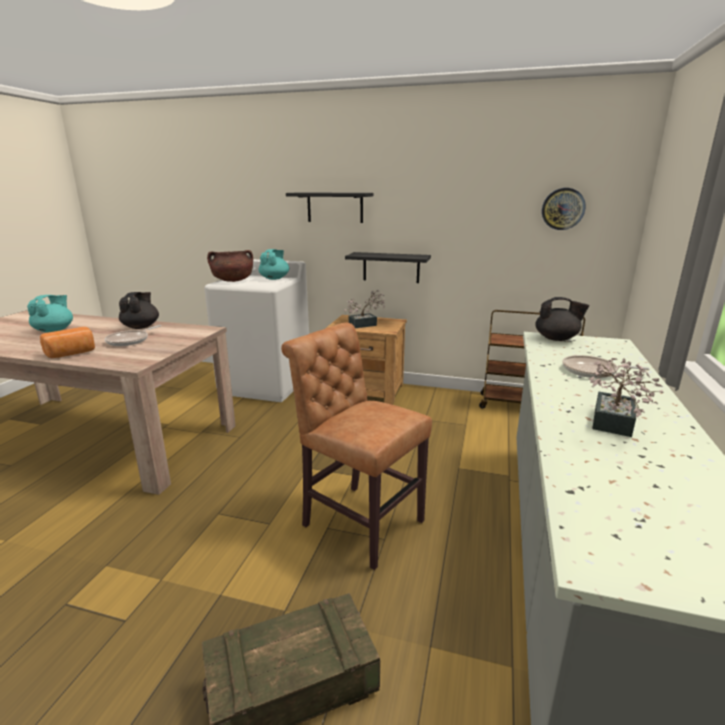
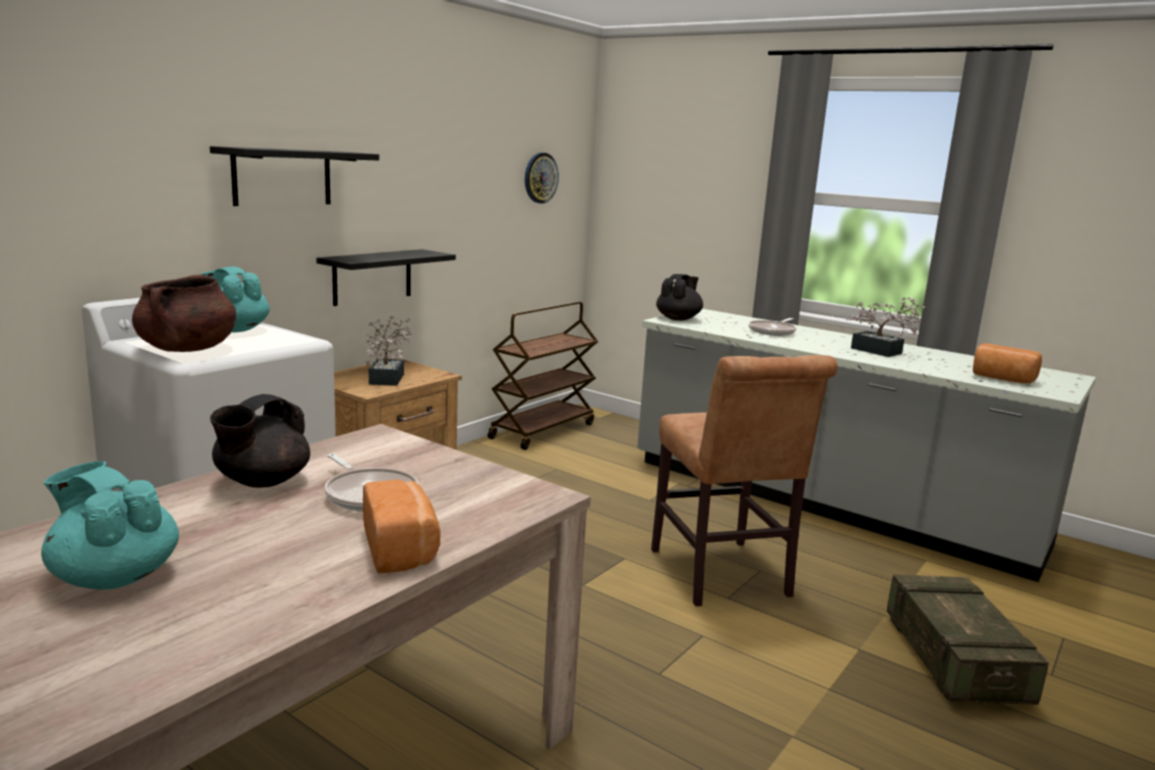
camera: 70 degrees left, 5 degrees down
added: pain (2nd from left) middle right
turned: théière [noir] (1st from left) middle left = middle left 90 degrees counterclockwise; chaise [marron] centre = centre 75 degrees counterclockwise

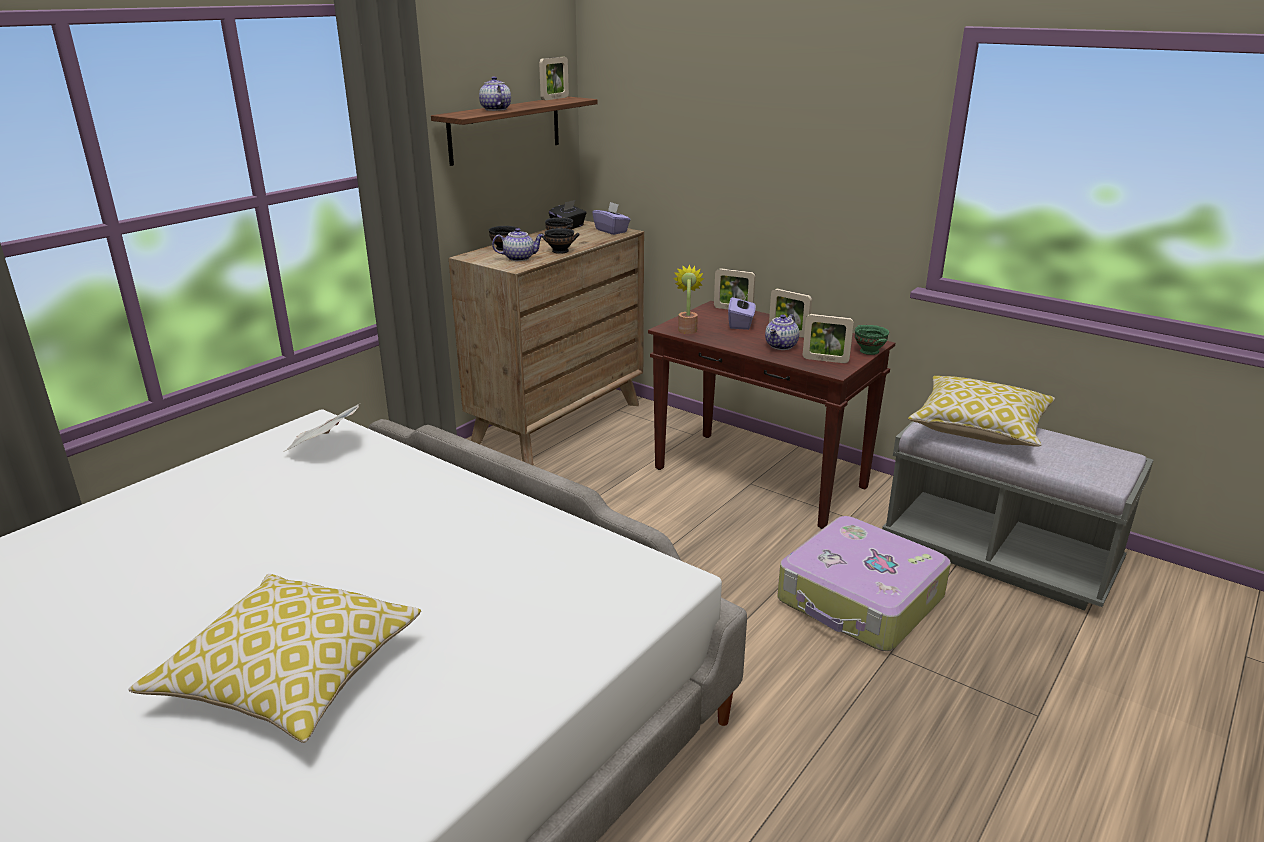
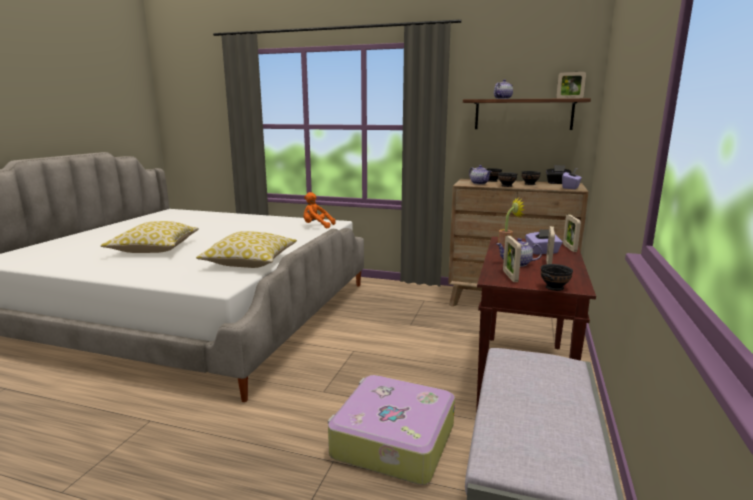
camera: 70 degrees right, 10 degrees down
moved: coussin (2nd from left) middle right to middle left
replaced: journal middle left to peluche [orange] centre
recoloured: bol [vert] middle right to bol [noir] (4th from left) middle right

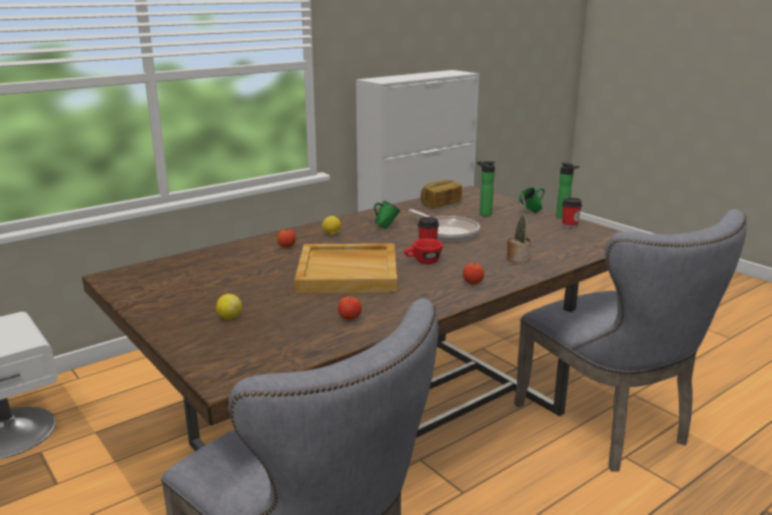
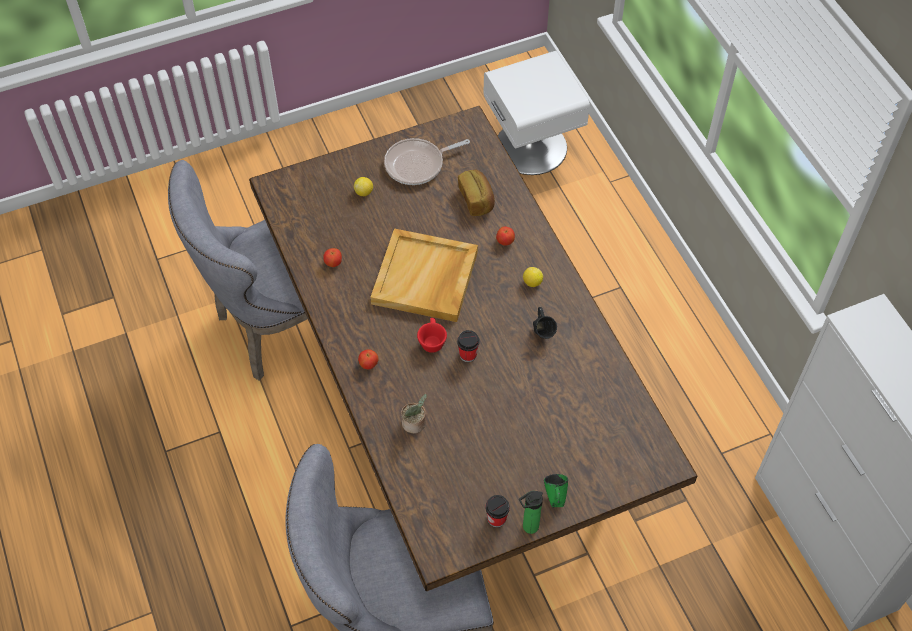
camera: 105 degrees right, 35 degrees up
removed: bouteille (1st from left) centre
moved: pain centre to top centre; poêle centre to top centre
recoloured: mug [vert] (1st from left) centre to mug [noir] centre

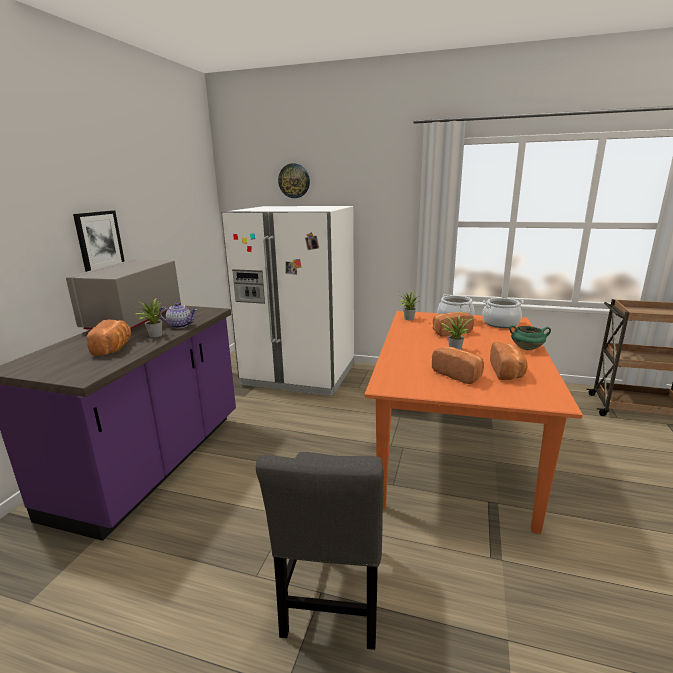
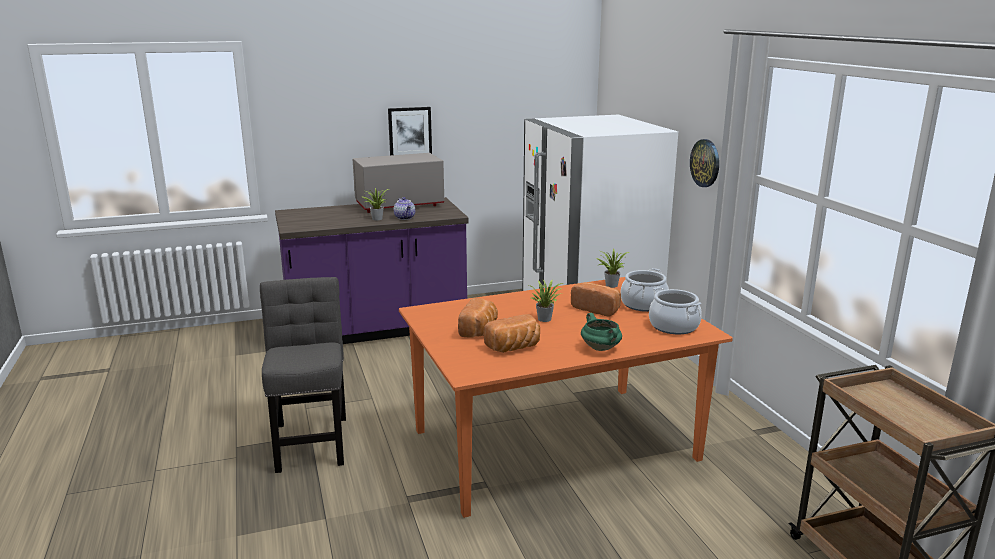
camera: 55 degrees right, 0 degrees up
removed: pain (1st from left) middle left
moved: horloge murale top centre to top right
turned: chaise [gris] bottom centre = bottom left 105 degrees clockwise

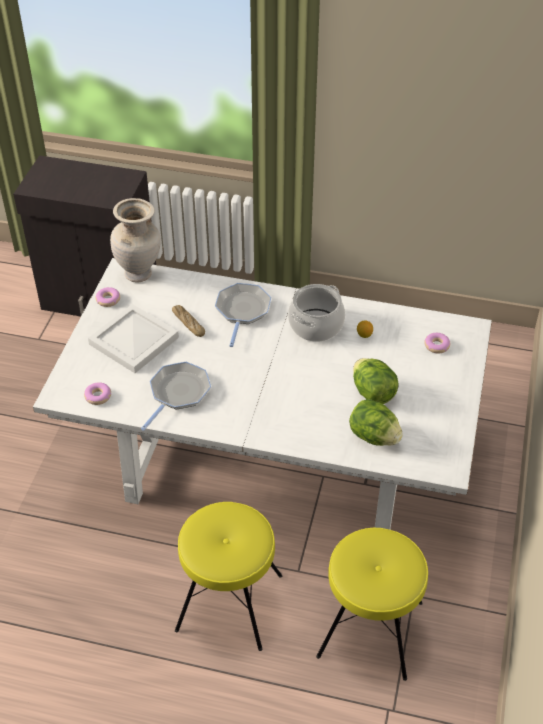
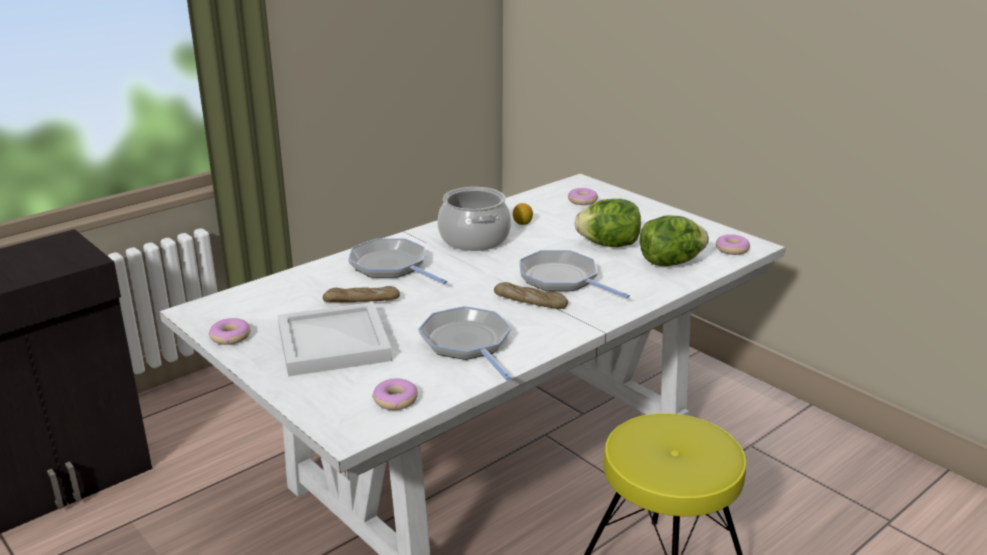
camera: 55 degrees left, 20 degrees down
removed: vase [beige] top left; tabouret [jaune] (2nd from left) bottom right
added: beignet (4th from left) middle right; poêle (3rd from left) centre; pain (2nd from left) centre

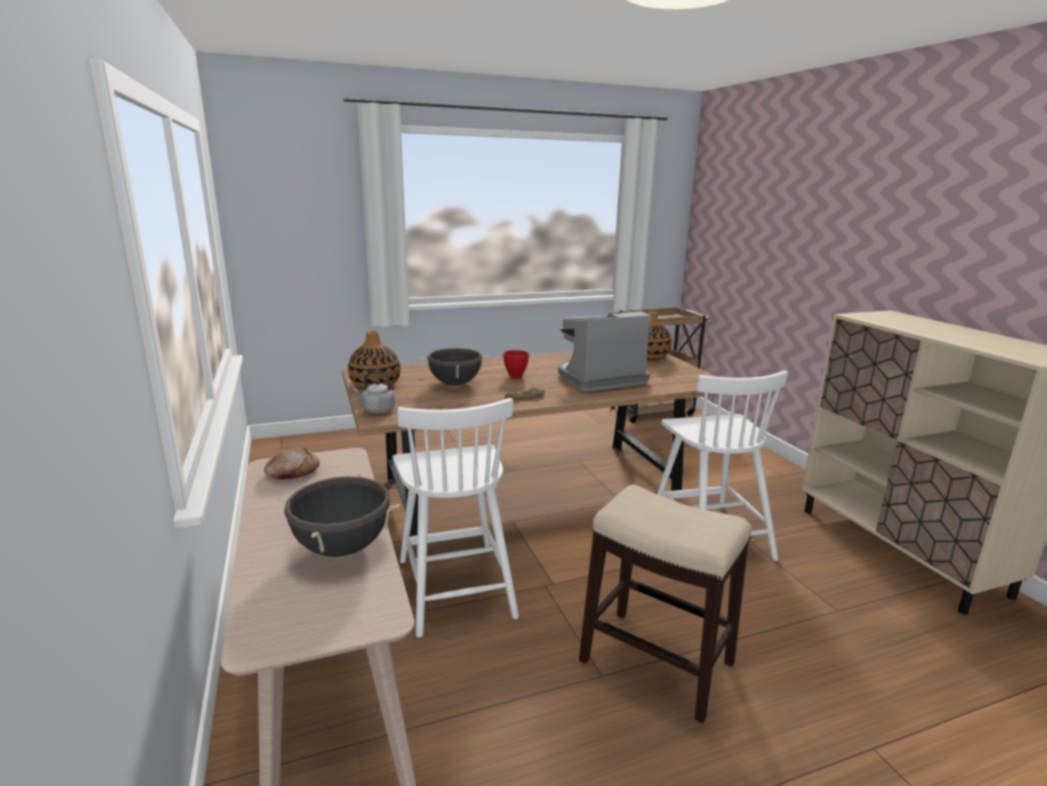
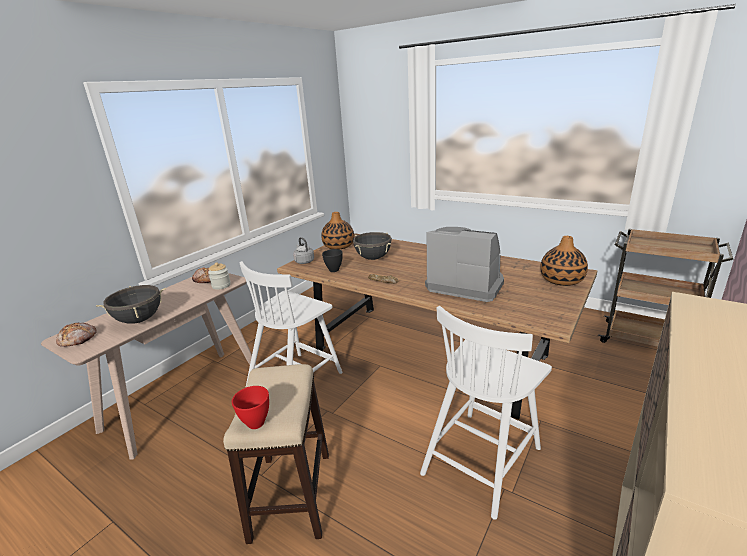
camera: 55 degrees right, 5 degrees up
added: bol [noir] centre; bocal middle left; pain (1st from left) middle left
moved: bol [rouge] centre to bottom centre

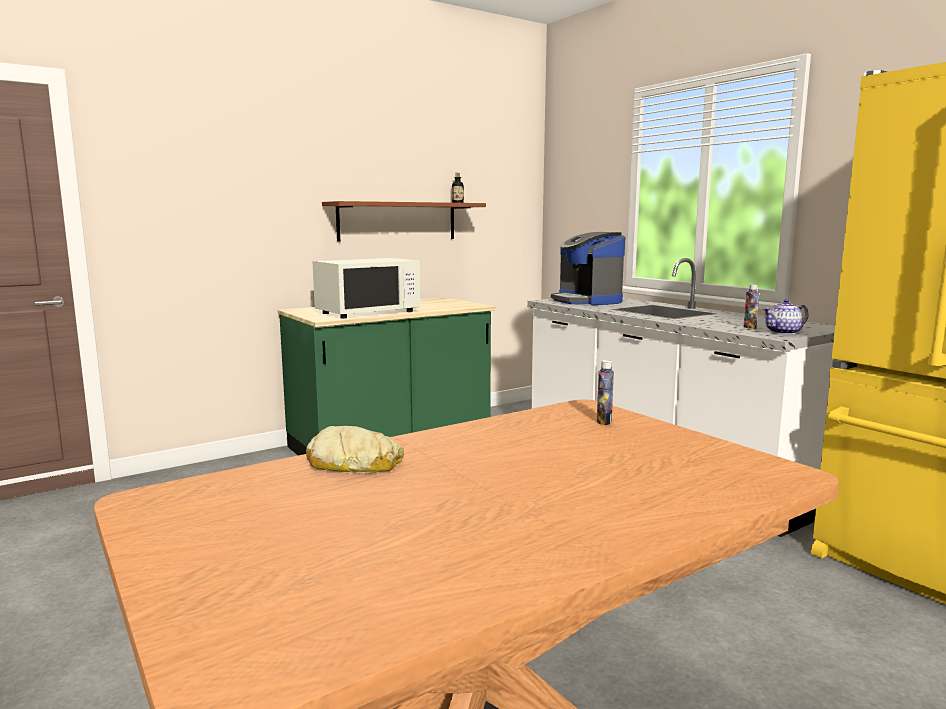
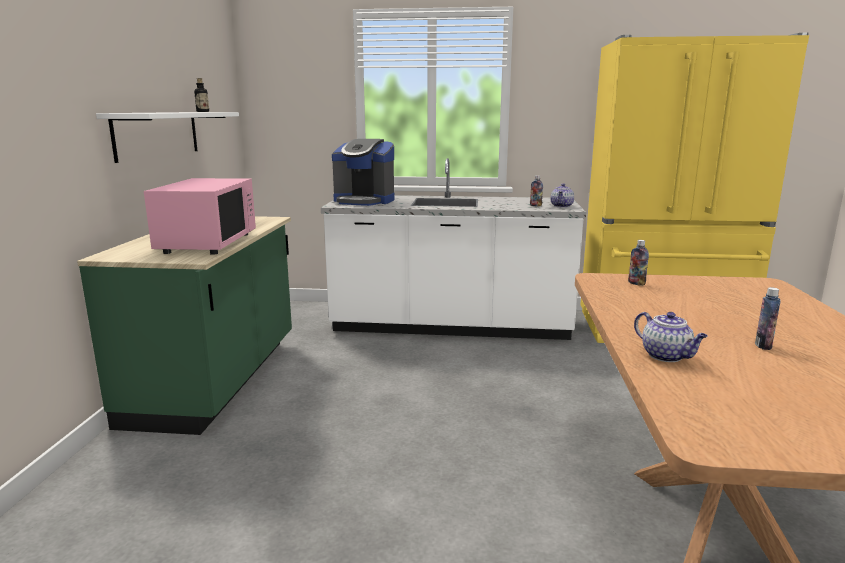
camera: 50 degrees left, 5 degrees up
added: bouteille (4th from left) middle right
replaced: pain centre to théière (2nd from left) middle right
recoloured: étagère [marron] top centre to étagère [blanc] top left; micro-ondes [blanc] centre to micro-ondes [rose] middle left

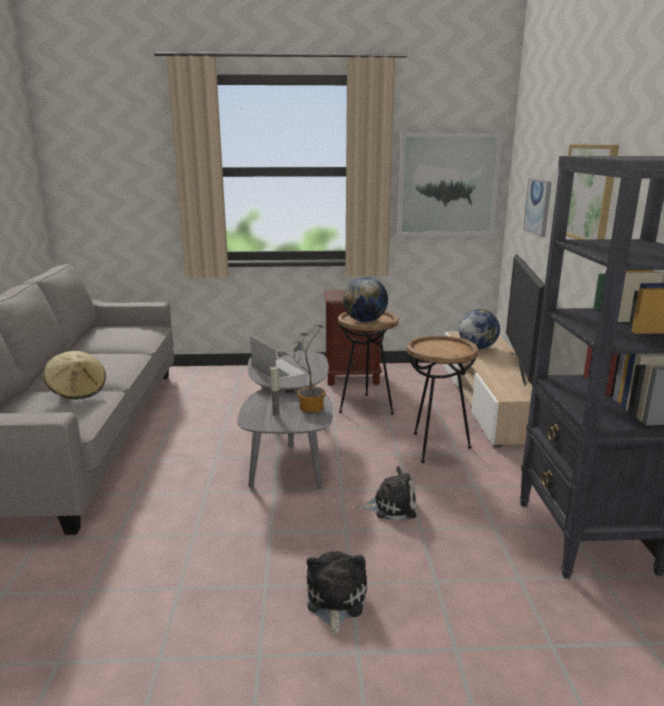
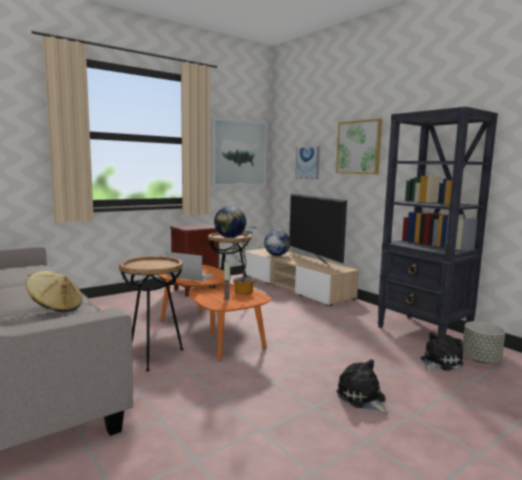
camera: 35 degrees left, 10 degrees down
added: cache-pot [gris] bottom right
moved: table d'appoint [marron] (2nd from left in the first image) centre to table d'appoint [marron] (1st from left) middle left; peluche (2nd from left) bottom centre to bottom right
recoloured: table basse [gris] centre to table basse [orange] centre

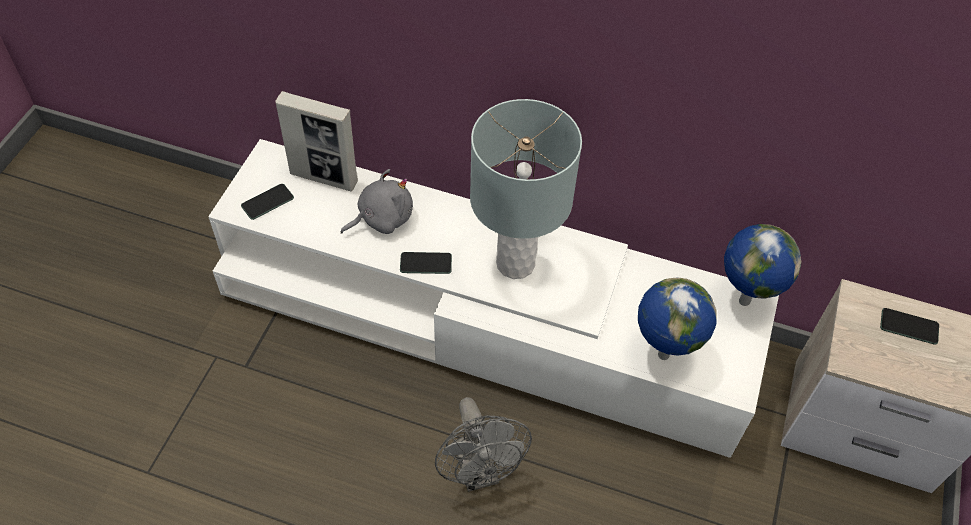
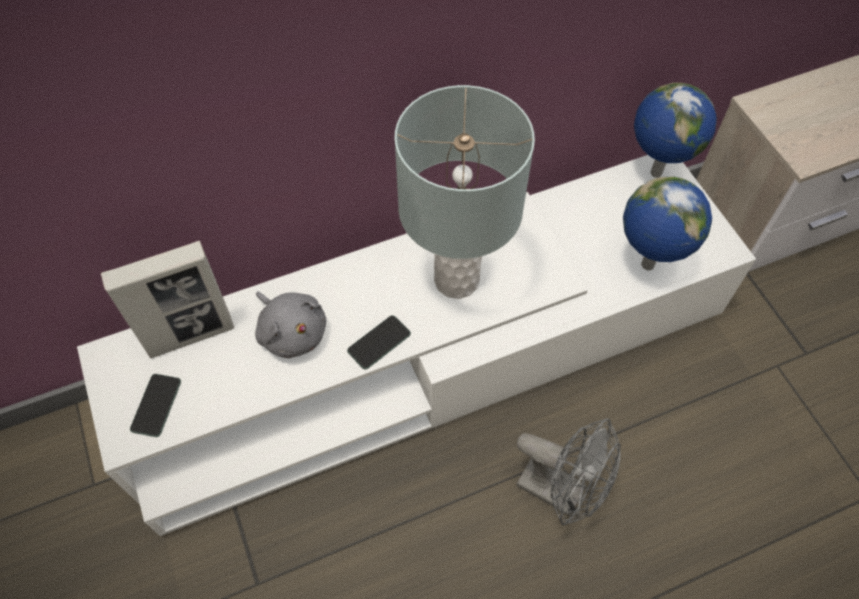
camera: 40 degrees left, 5 degrees up
removed: téléphone (3rd from left) middle right
turned: peluche [gris] centre = centre 120 degrees clockwise

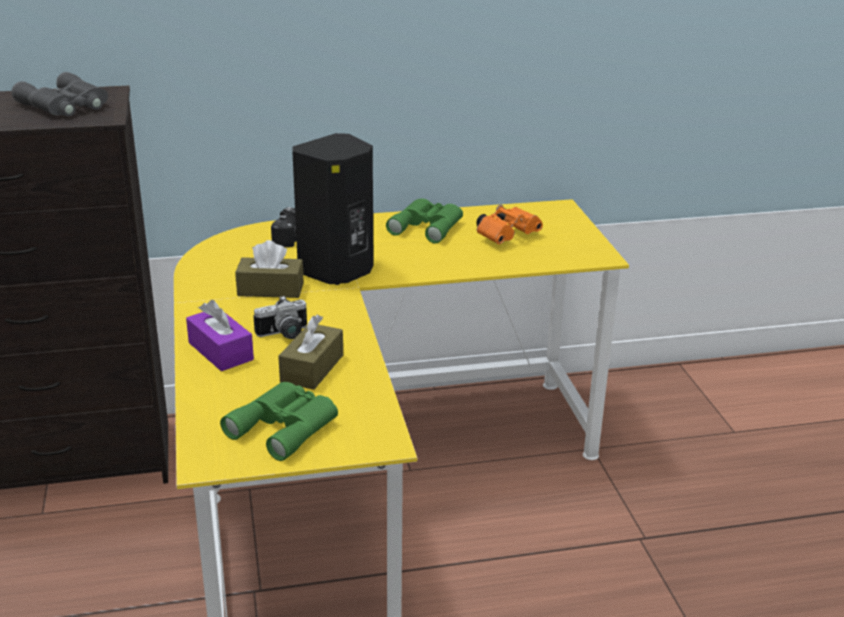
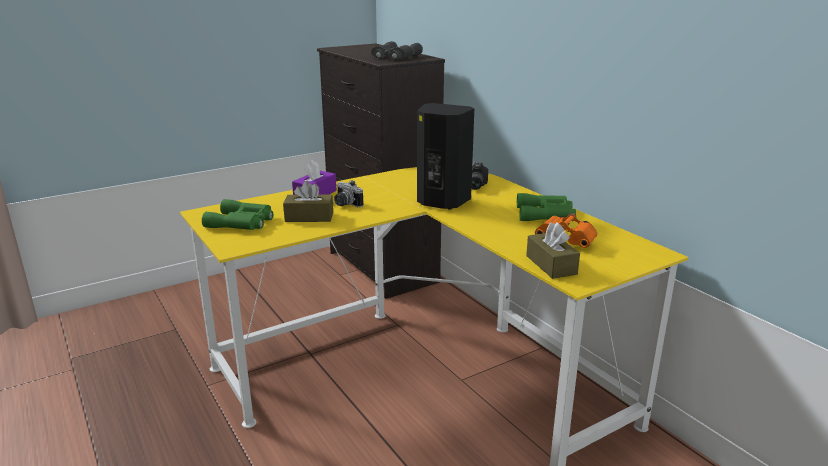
camera: 70 degrees right, 5 degrees down
moved: boîte à mouchoirs [marron] (1st from left in the first image) middle left to boîte à mouchoirs [marron] (2nd from left) middle right

